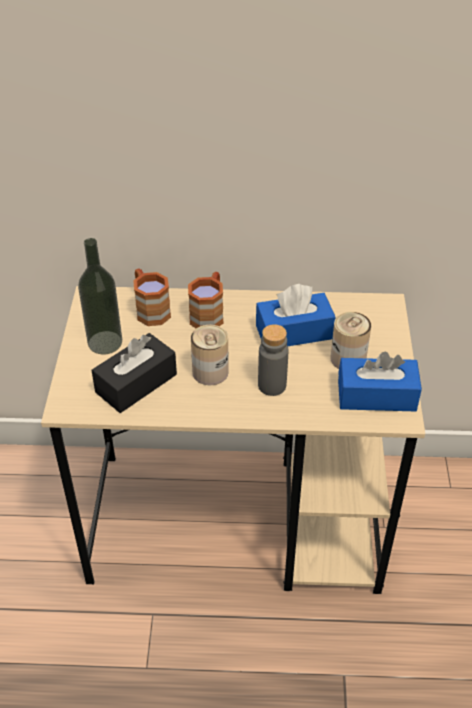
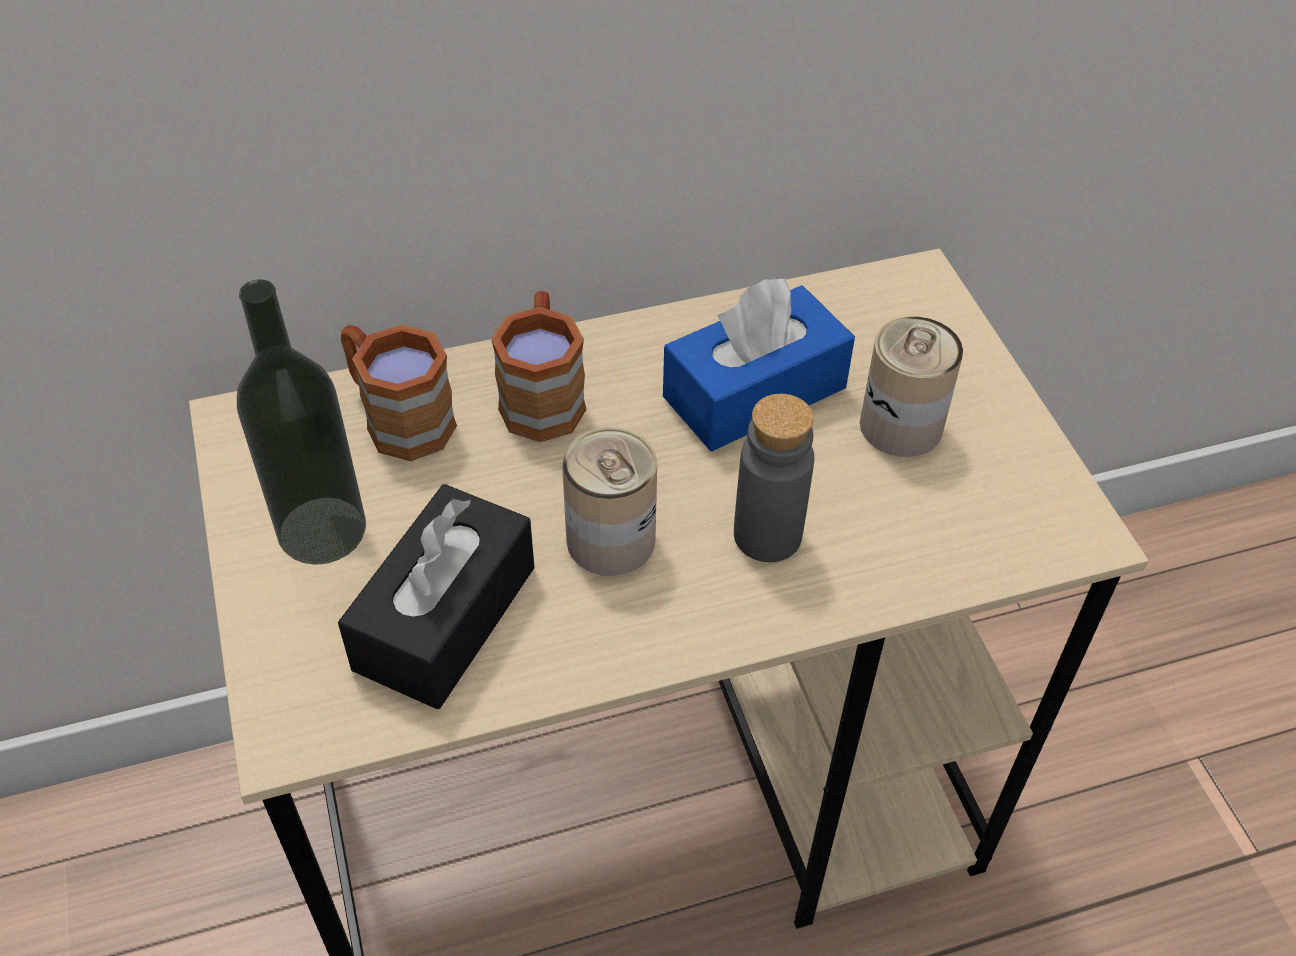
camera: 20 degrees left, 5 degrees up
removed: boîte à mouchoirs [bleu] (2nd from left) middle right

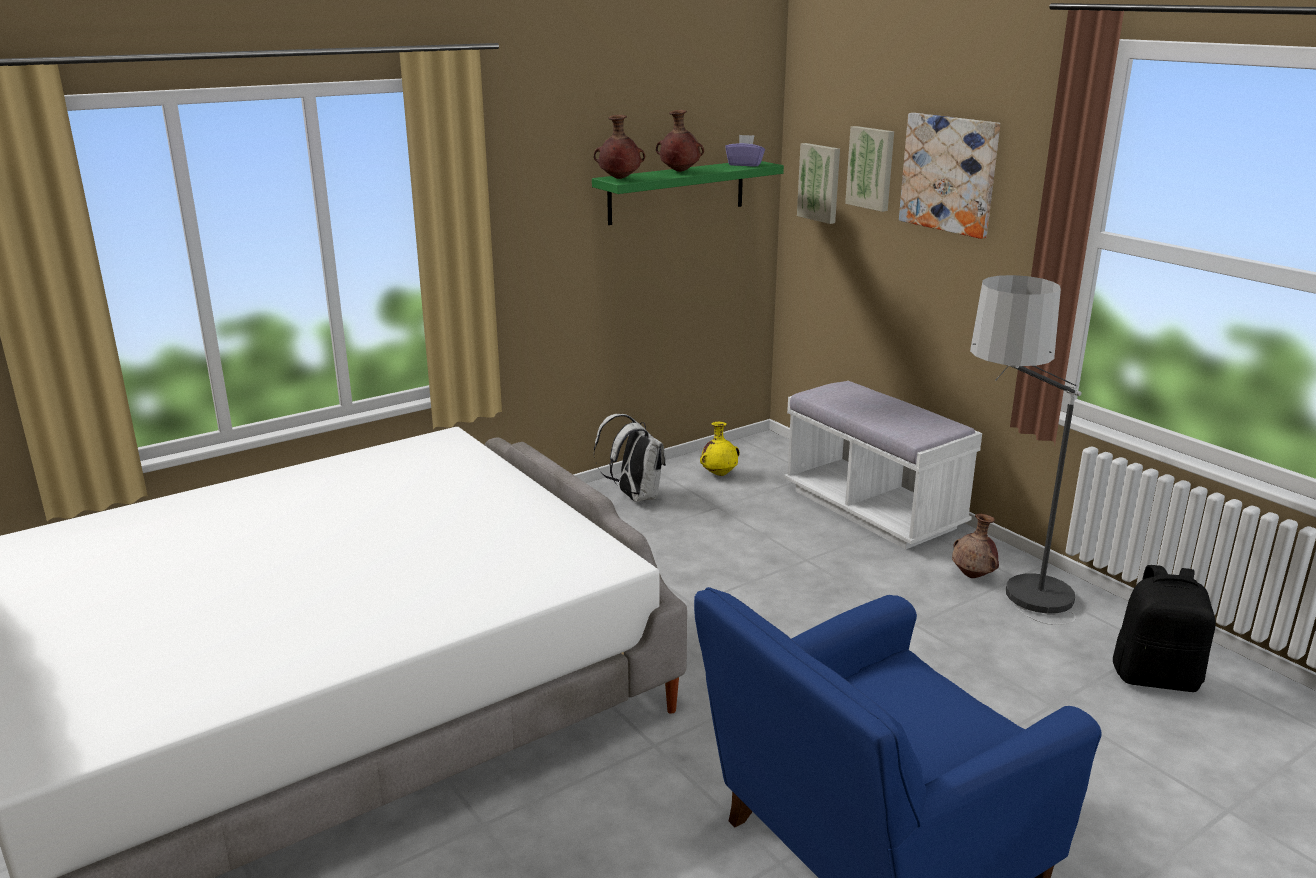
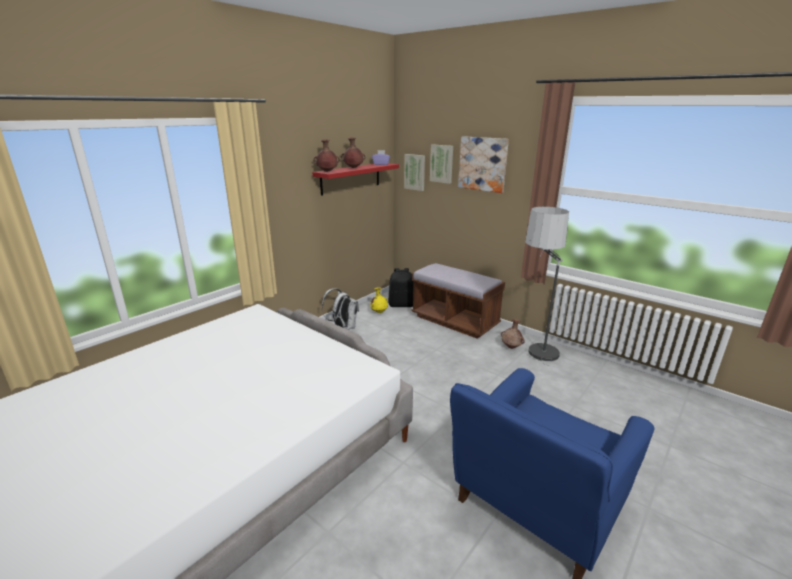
camera: 15 degrees left, 0 degrees up
moved: sac à dos [noir] bottom right to centre
recoloured: étagère [vert] top centre to étagère [rouge] top centre; banc [blanc] middle right to banc [marron] centre

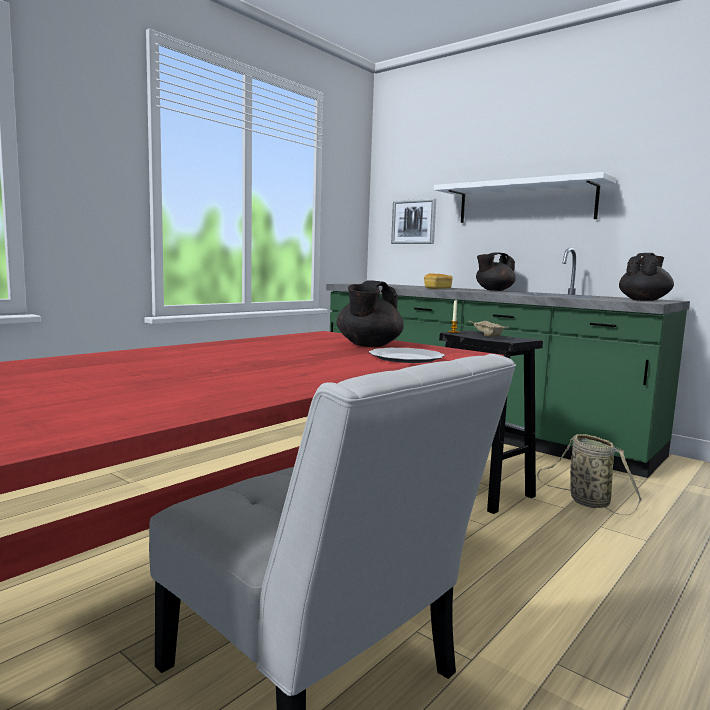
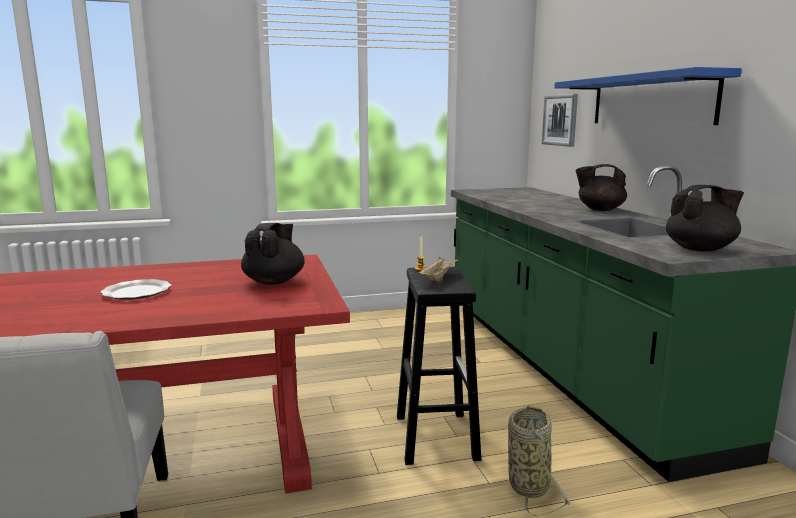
camera: 35 degrees right, 5 degrees up
removed: pain centre
moved: assiette centre to middle left
recoloured: étagère [blanc] top right to étagère [bleu] top right
turned: théière [noir] (1st from left) centre = centre 135 degrees clockwise

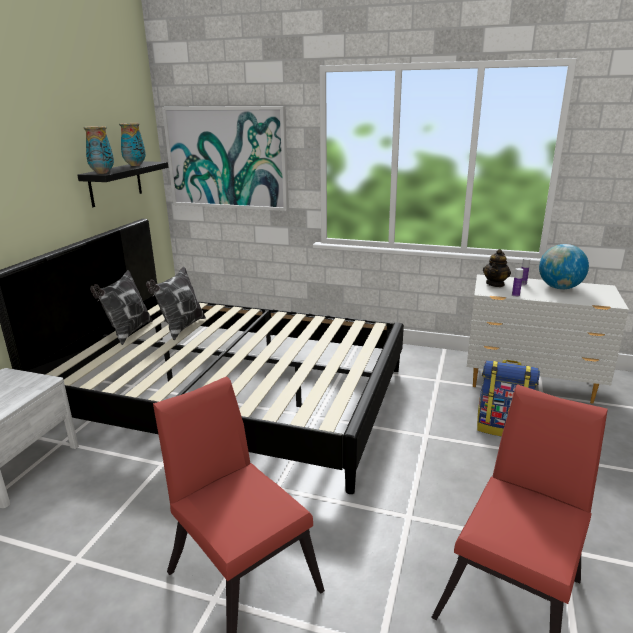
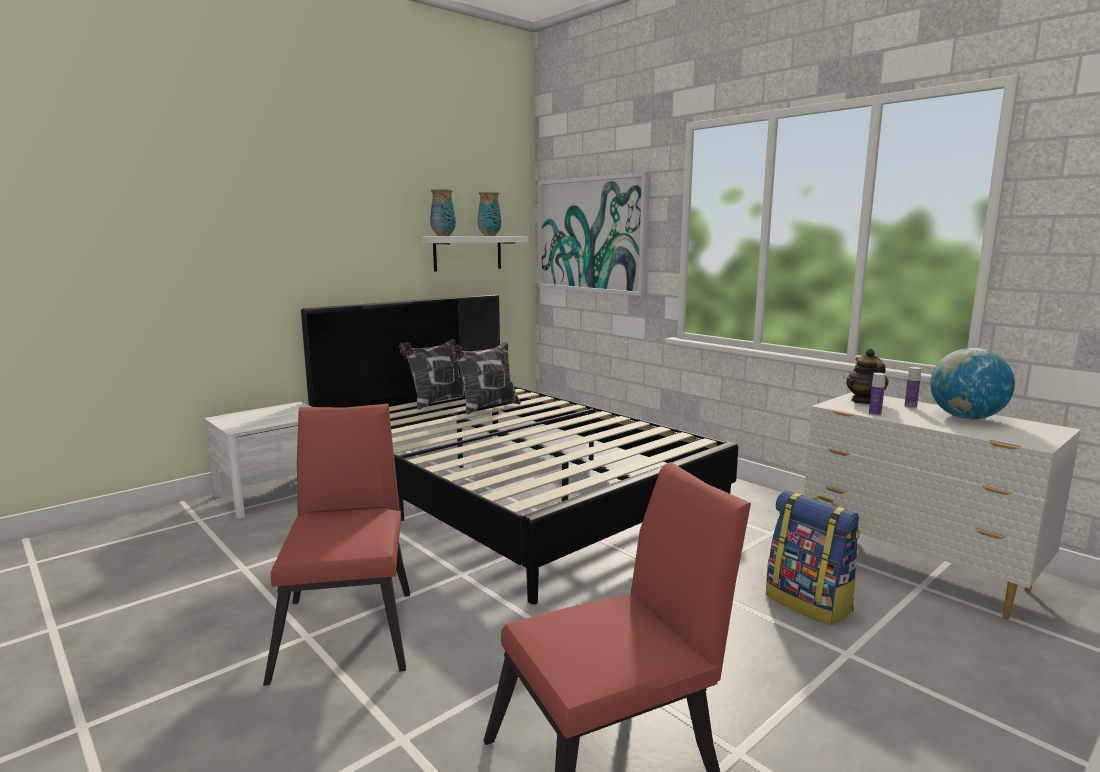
camera: 30 degrees right, 10 degrees down
recoloured: étagère [noir] top left to étagère [blanc] top centre
turned: théière middle right = middle right 120 degrees clockwise

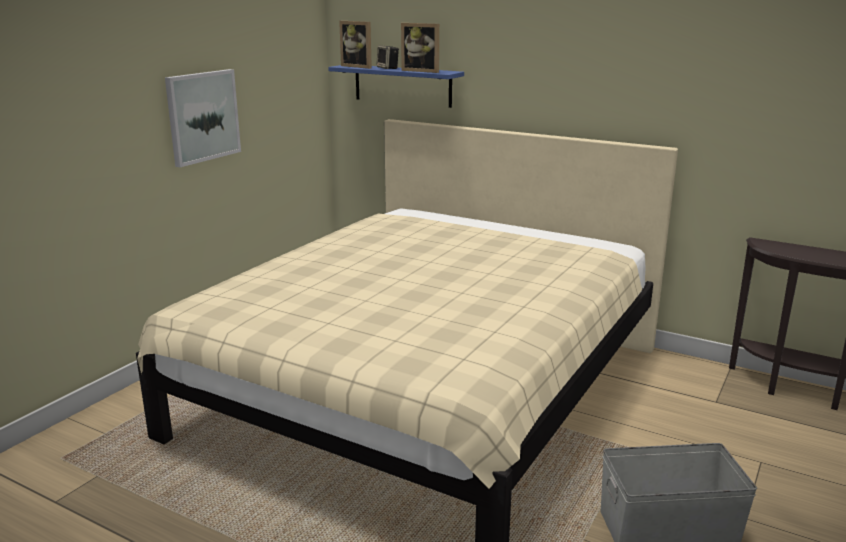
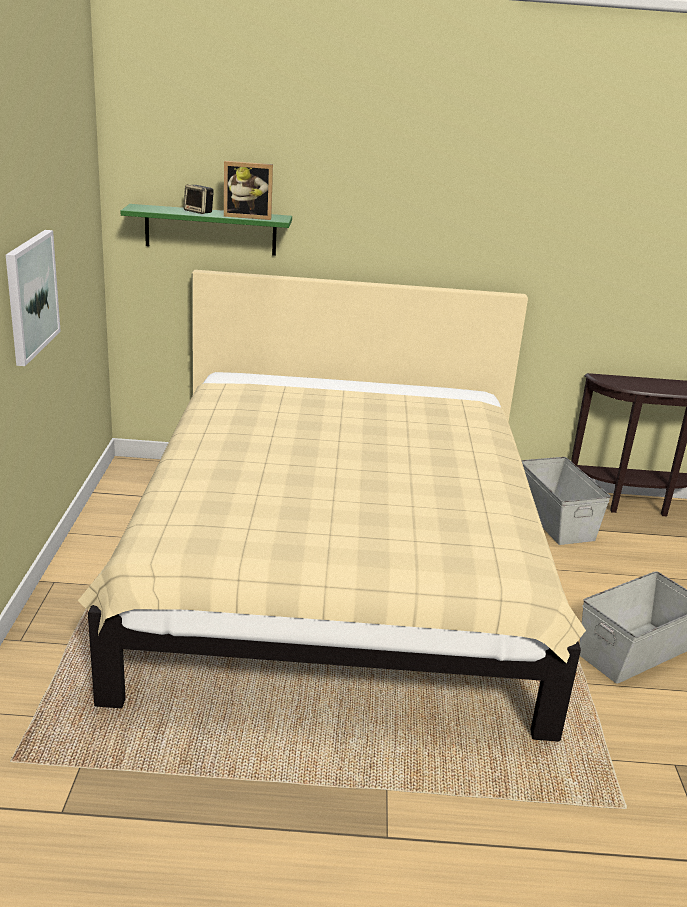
camera: 30 degrees left, 5 degrees up
removed: cadre photo (1st from left) top centre
added: boîte de rangement [gris] (1st from left) middle right
recoloured: étagère [bleu] top centre to étagère [vert] top left

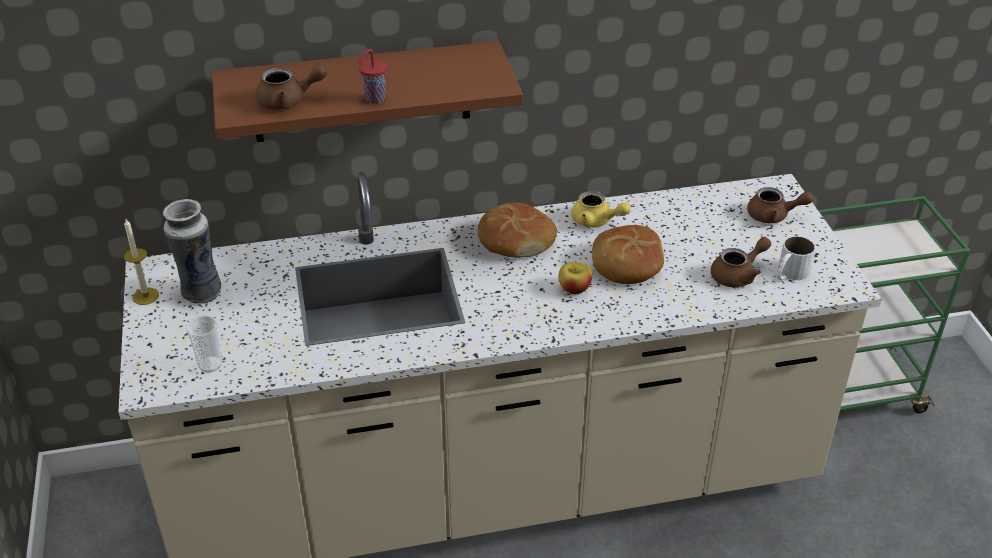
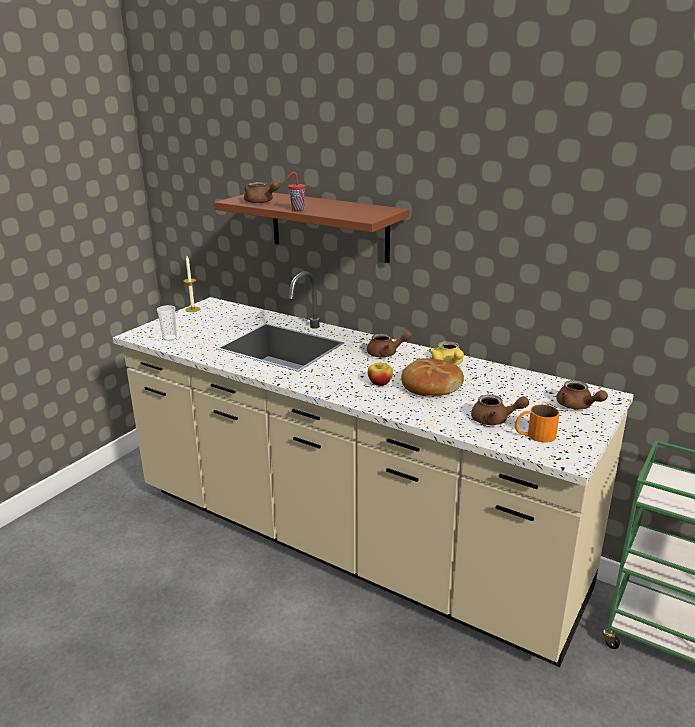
camera: 45 degrees right, 15 degrees down
removed: vase middle left
replaced: pain (1st from left) centre to théière [marron] (2nd from left) centre
recoloured: mug [blanc] middle right to mug [orange] middle right

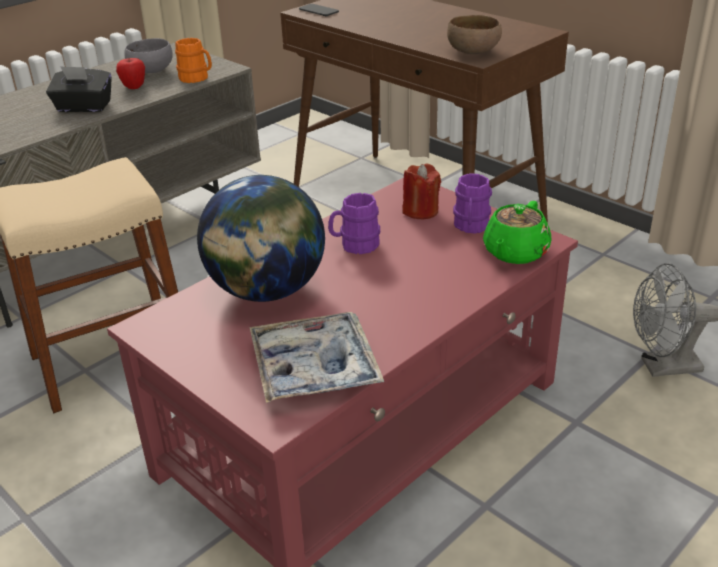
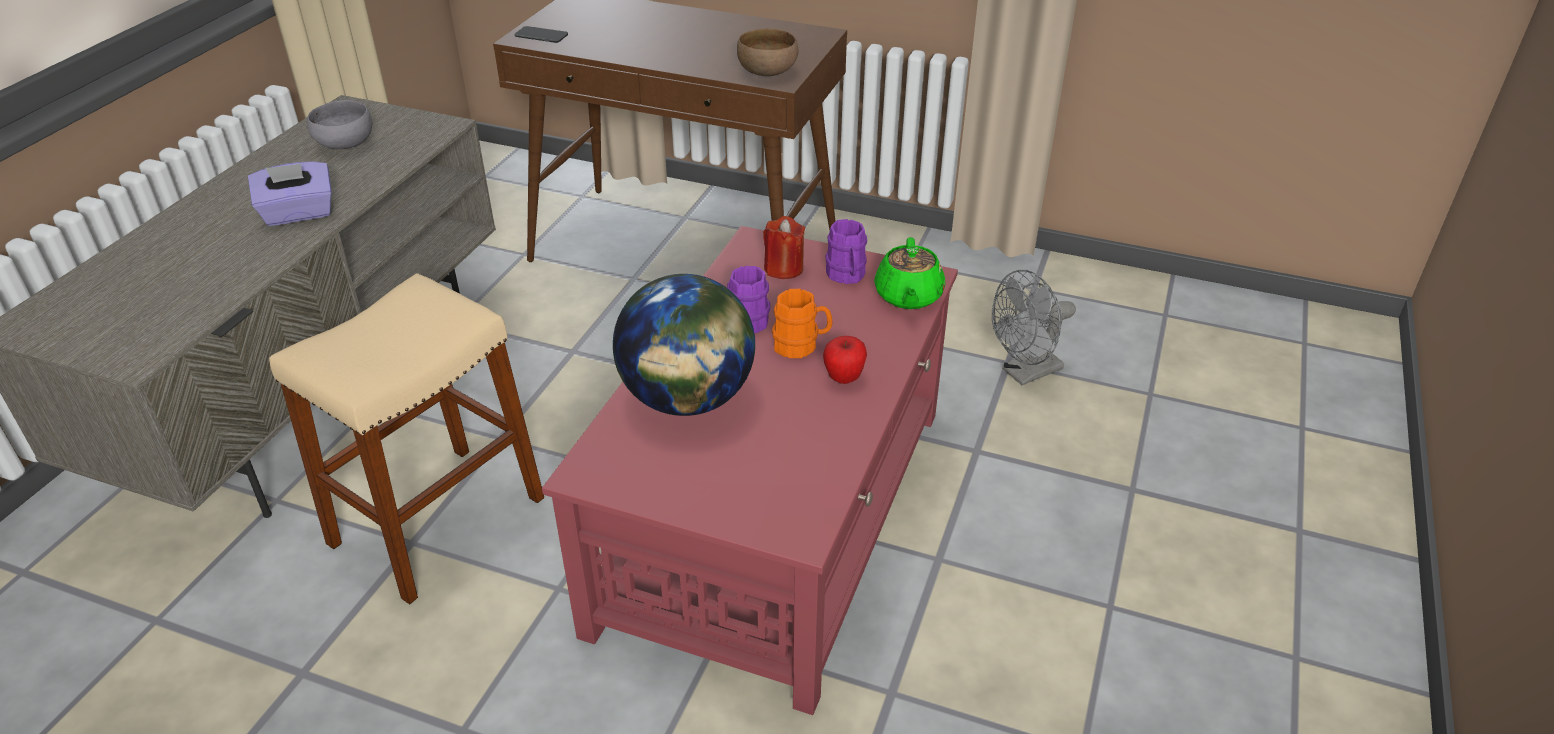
camera: 25 degrees left, 5 degrees up
removed: plateau centre
moved: mug [orange] top left to centre; pomme top left to centre
recoloured: boîte à mouchoirs [noir] top left to boîte à mouchoirs [violet] top left

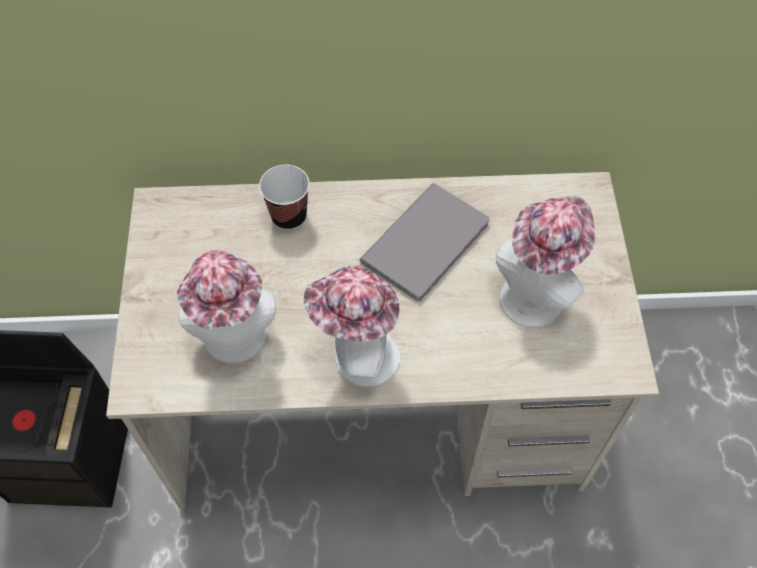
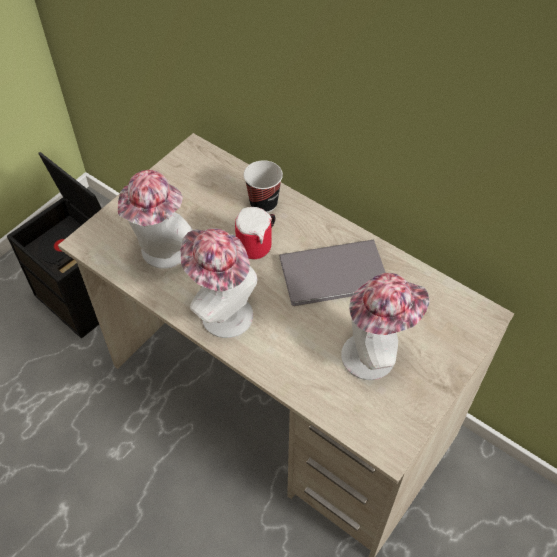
camera: 40 degrees right, 5 degrees down
added: mug centre

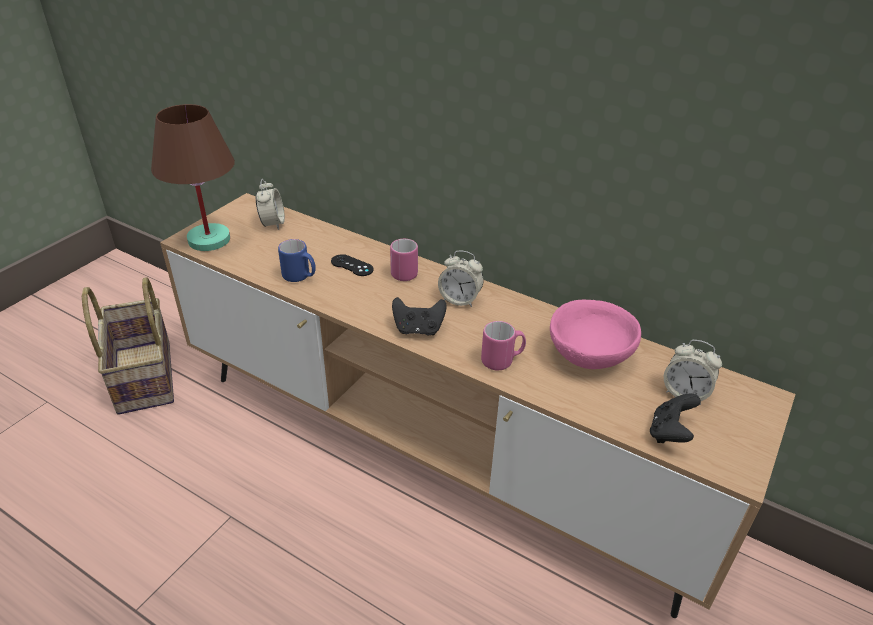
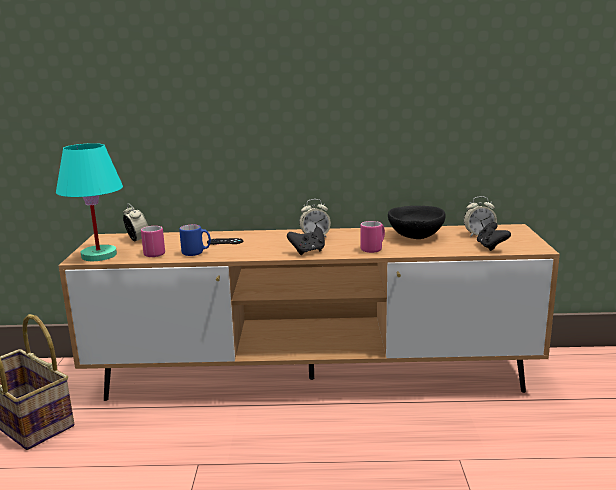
camera: 30 degrees left, 20 degrees down
moved: mug [rose] (1st from left) centre to middle left
recoloured: lampe de table [marron] top left to lampe de table [turquoise] middle left; bol [rose] middle right to bol [noir] middle right

